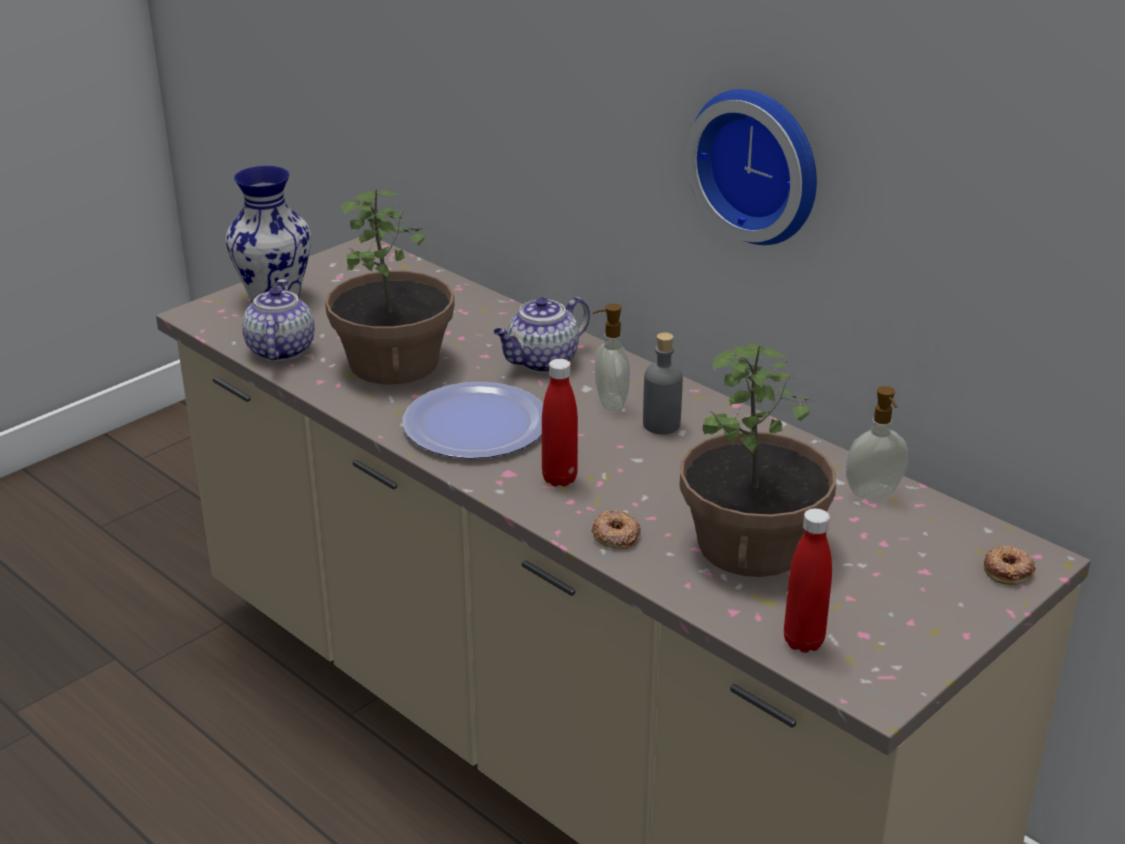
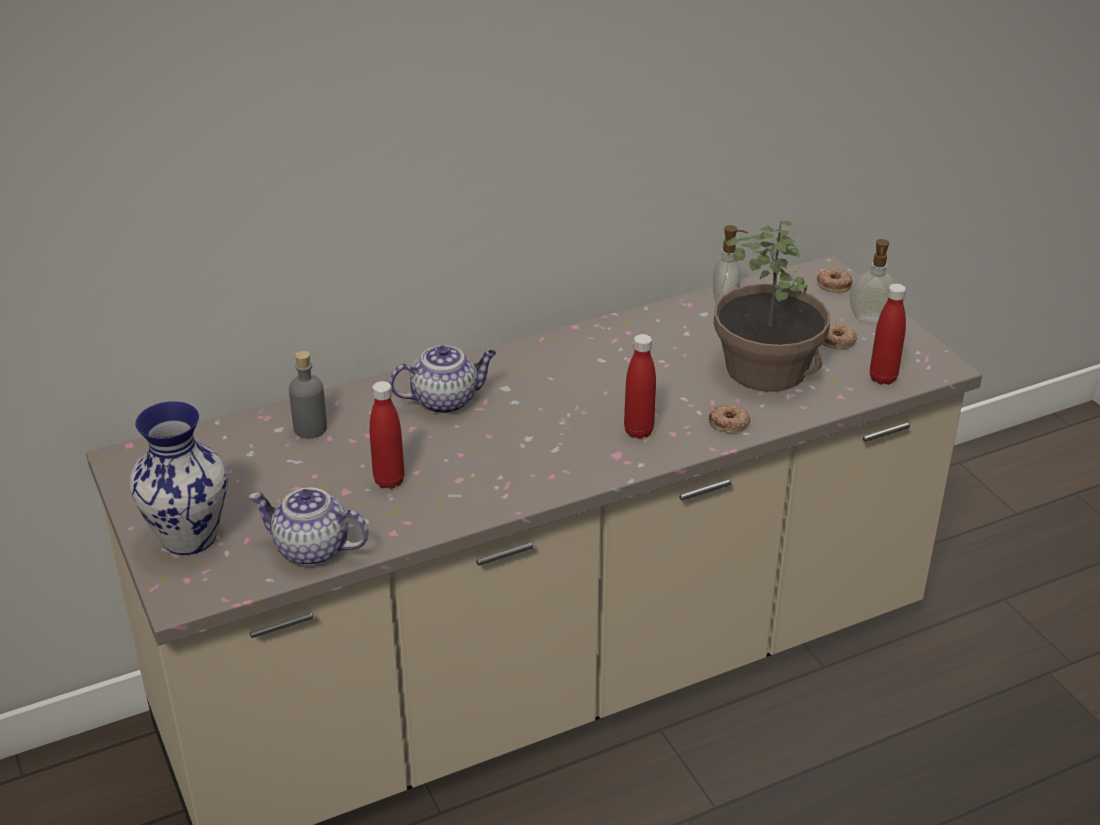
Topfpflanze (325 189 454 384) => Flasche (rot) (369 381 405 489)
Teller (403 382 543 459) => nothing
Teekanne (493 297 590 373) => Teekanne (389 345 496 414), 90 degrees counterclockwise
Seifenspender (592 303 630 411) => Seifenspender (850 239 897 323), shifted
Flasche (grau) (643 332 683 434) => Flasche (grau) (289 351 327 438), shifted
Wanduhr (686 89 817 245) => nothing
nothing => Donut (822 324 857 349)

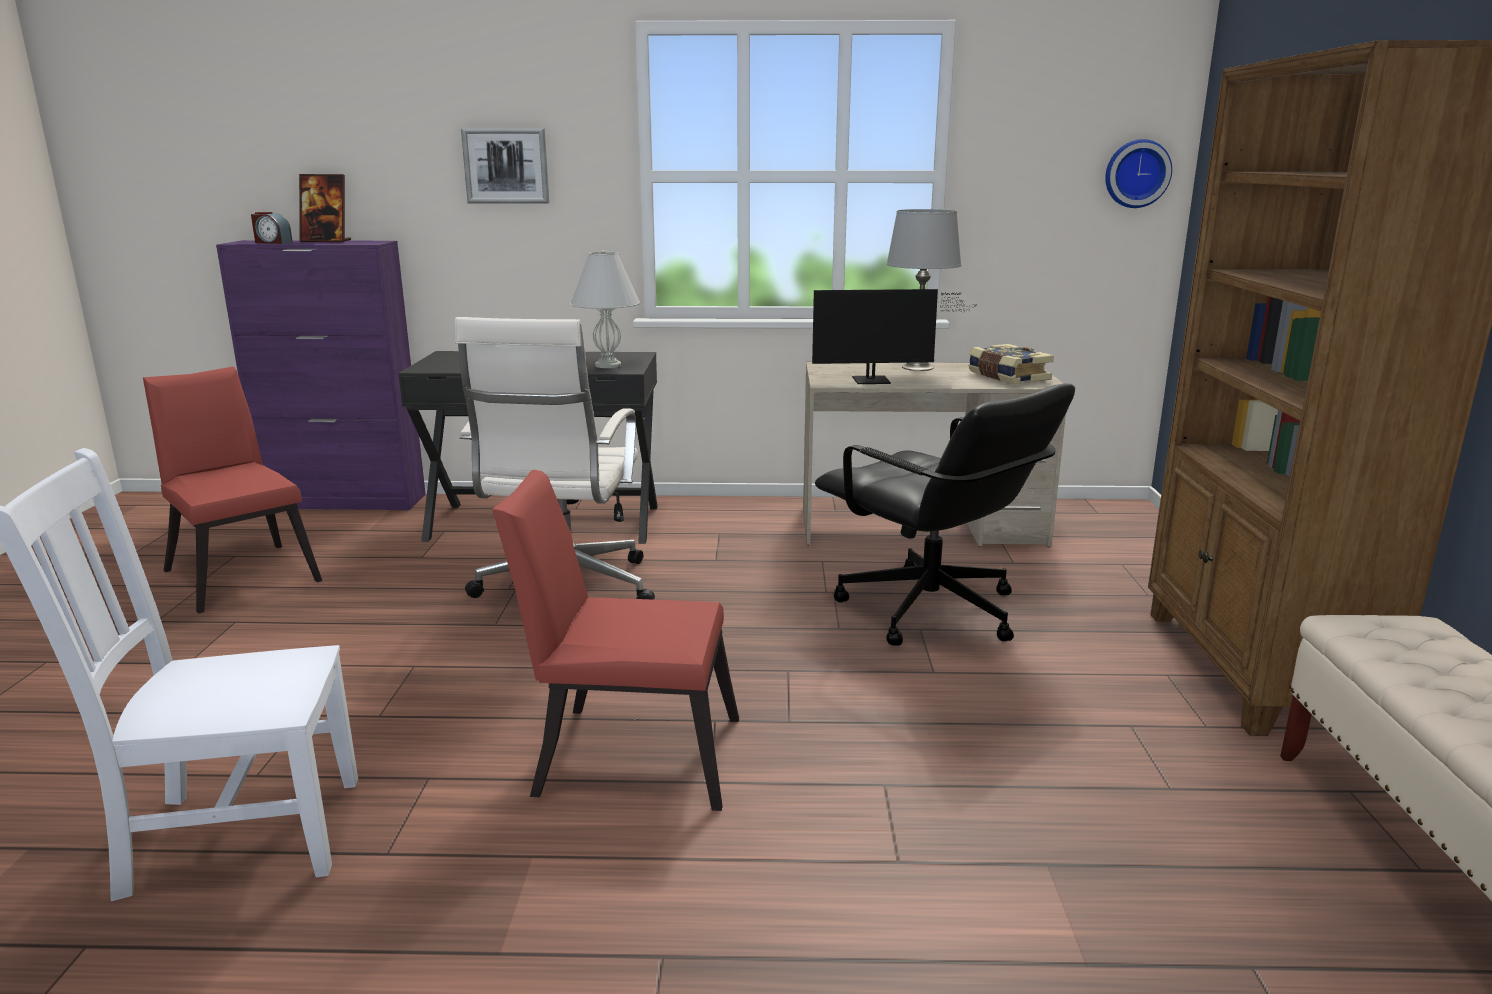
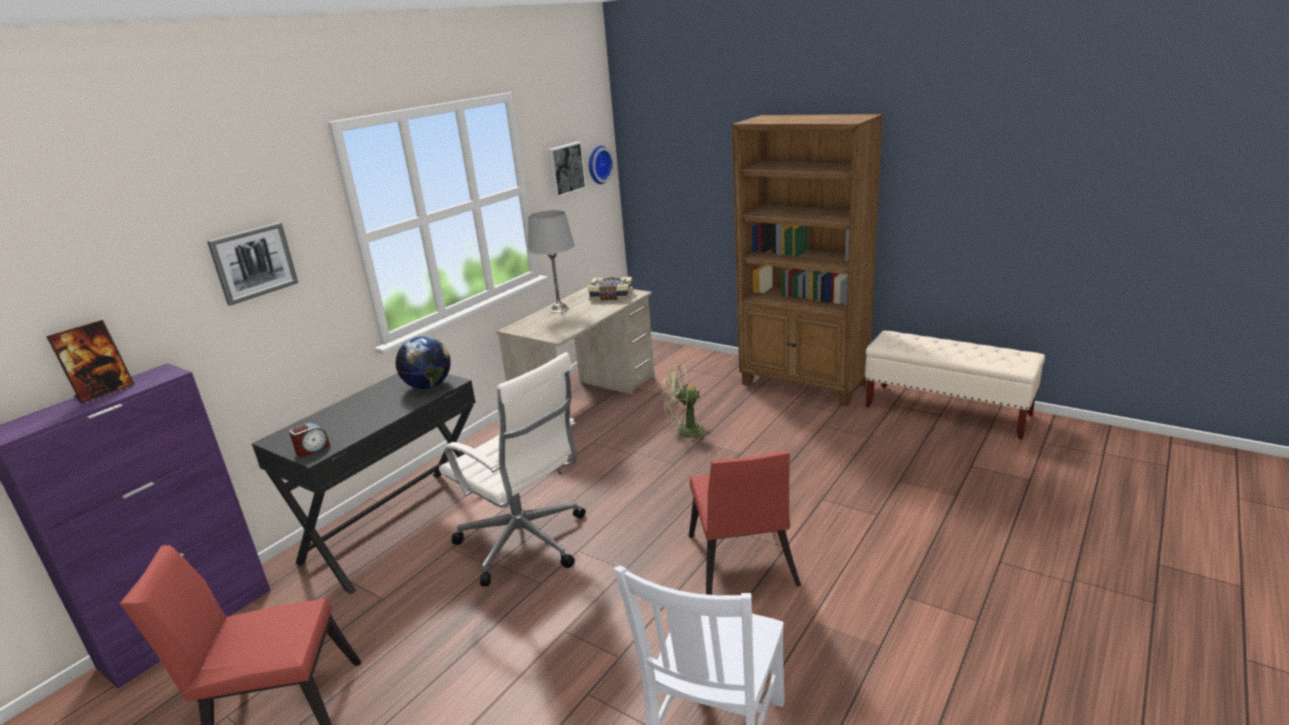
Wecker (251 212 293 244) => Wecker (289 423 330 457), shifted
Stuhl (rot) (492 470 739 811) => Stuhl (rot) (689 451 801 595), 45 degrees counterclockwise
Tischlampe (weiß) (570 250 640 368) => Globus (395 336 451 389)
Monitor (812 289 970 384) => nothing
Bürostuhl (schwarz) (815 383 1075 646) => Ventilator (grün) (663 365 713 443)
nothing => Bild (547 142 586 197)

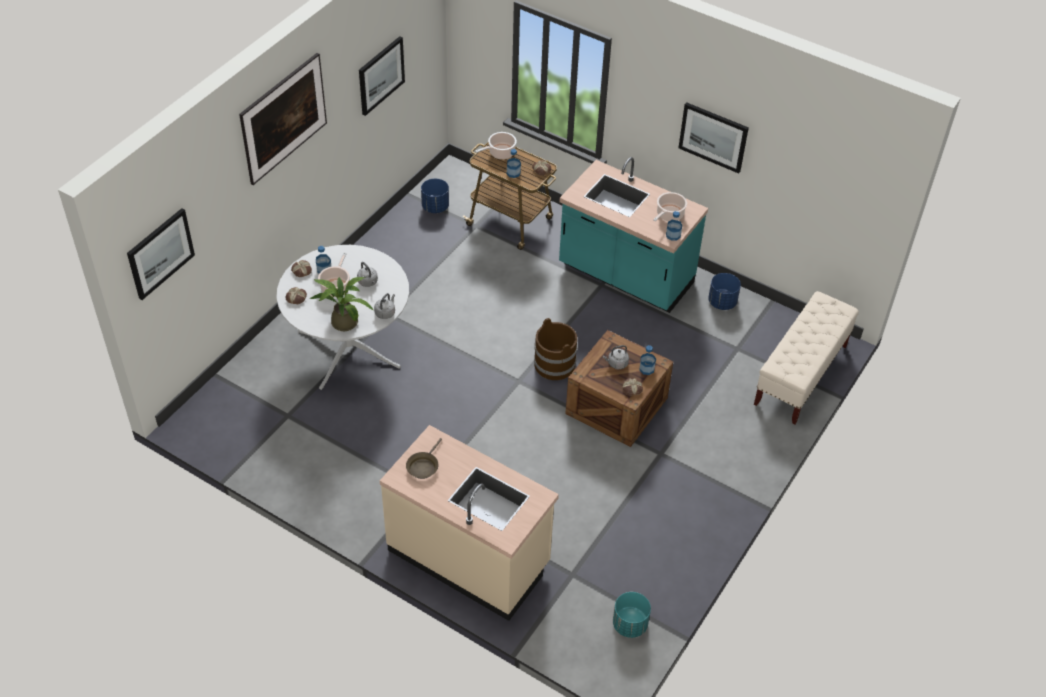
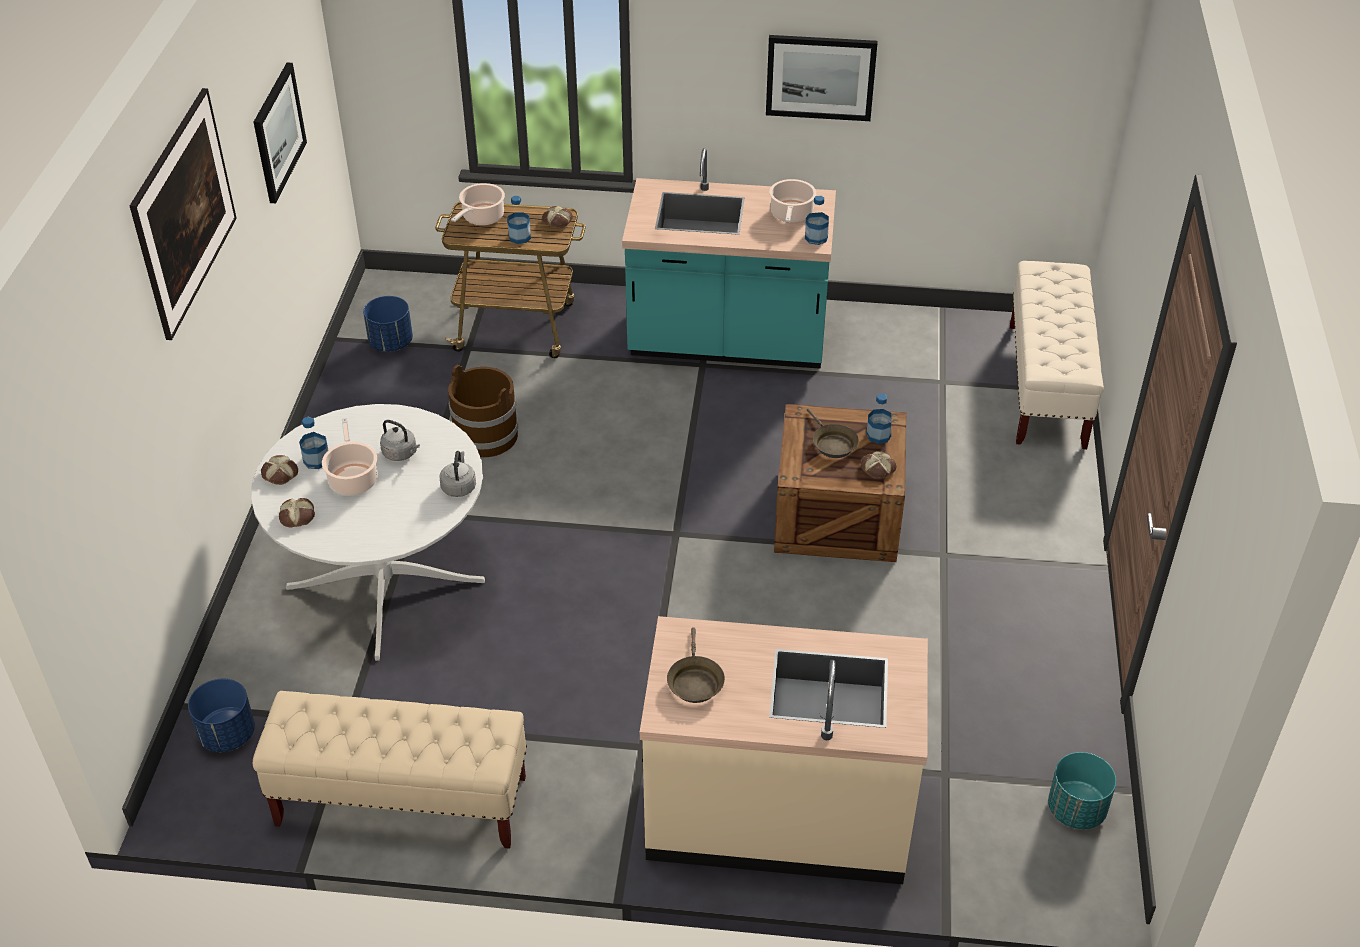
Bild (127 208 195 300) => nothing
Topfpflanze (310 277 374 331) => nothing
Eimer (braun) (534 318 578 380) => Eimer (braun) (448 365 518 457), shifted
Wasserkessel (grau) (603 345 629 369) => Pfanne (braun) (807 408 859 458)
Pflanzkübel (blau) (708 273 741 310) => Pflanzkübel (blau) (188 679 255 752), shifted
nothing => Bank (beige) (253 691 527 849)

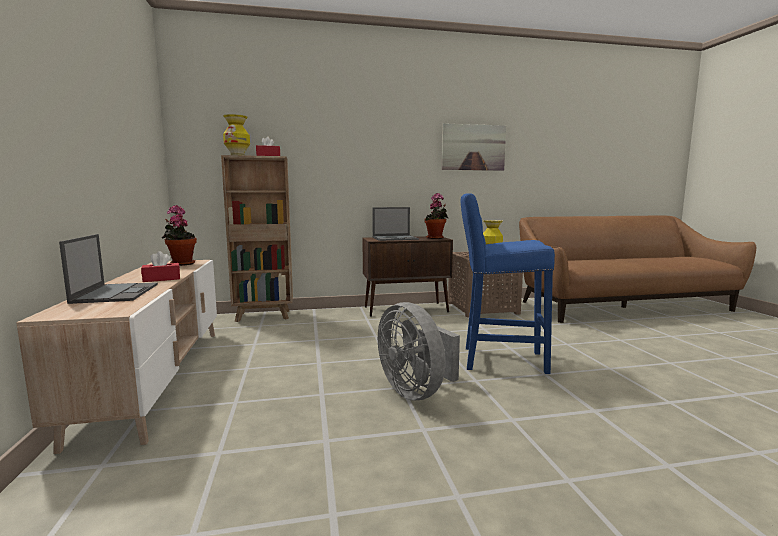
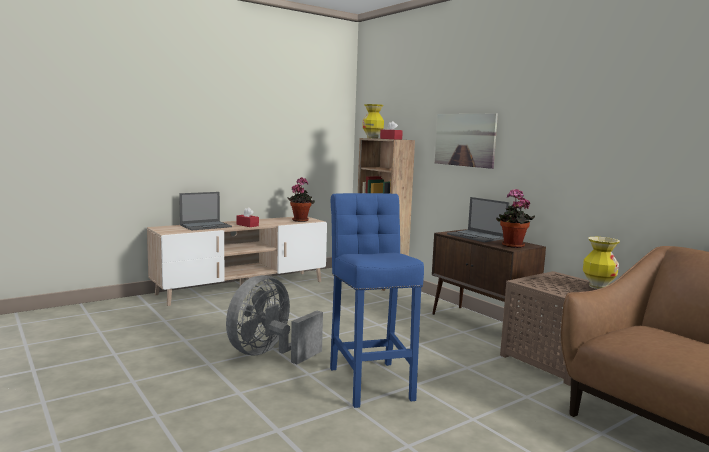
Bild (442 123 506 171) => Bild (435 113 498 169), shifted

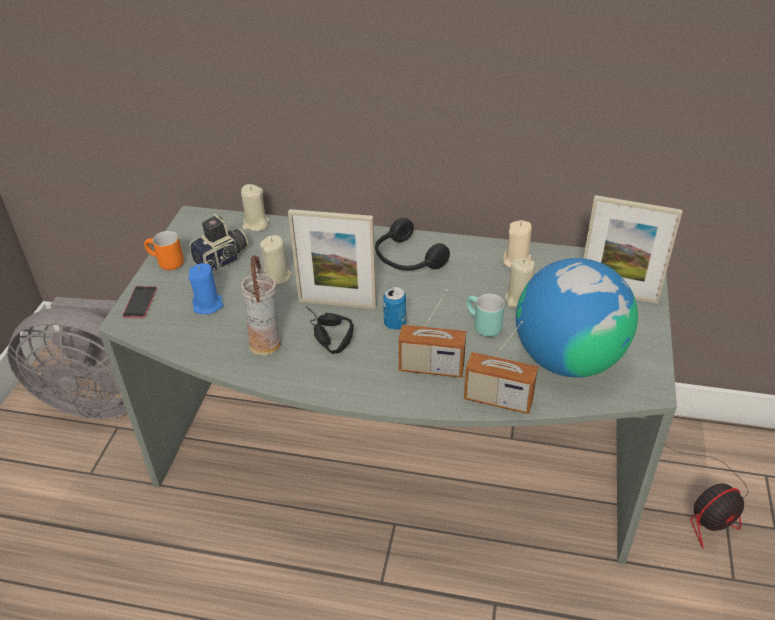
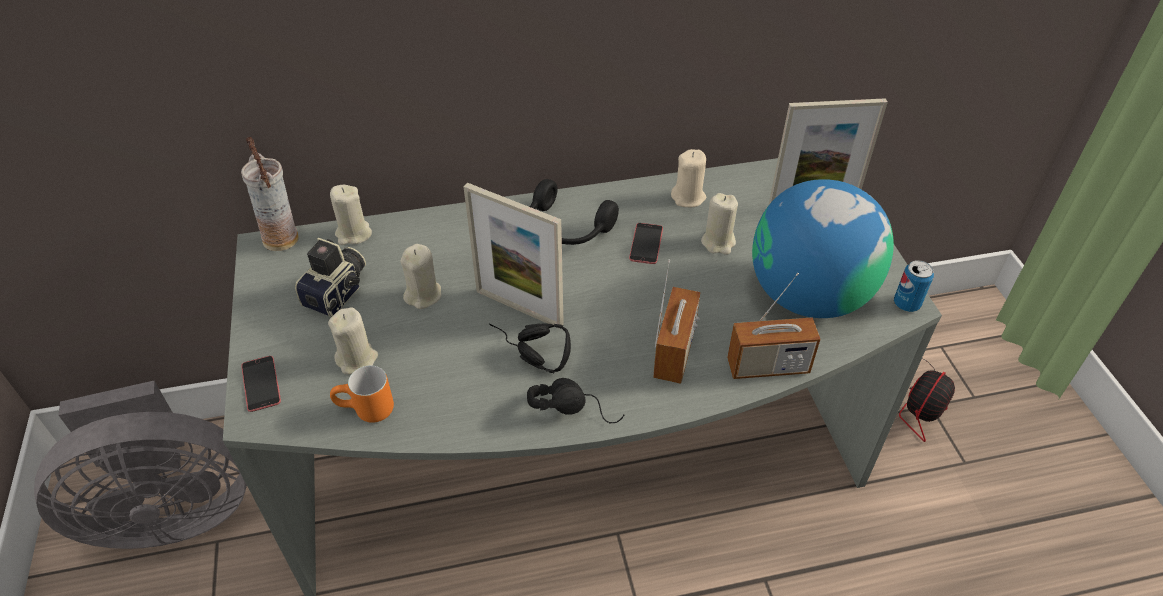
Henkelbecher (orange) (144 231 184 270) => Henkelbecher (orange) (330 365 394 423), shifted
Kerze (blau) (188 263 224 314) => Kerze (beige) (328 307 378 374)
Vase (241 255 281 356) => Vase (241 137 299 251), shifted
Bilderrahmen (288 209 377 309) => Bilderrahmen (463 183 564 329), 45 degrees clockwise
Dose (383 287 406 330) => Dose (894 260 934 312), shifted
Radio (398 289 466 378) => Radio (653 259 700 384), 60 degrees counterclockwise
Henkelbecher (türkis) (466 294 505 337) => nothing
nothing => Kopfhörer (schwarz) (527 378 625 423)
nothing => Handy (629 223 663 264)

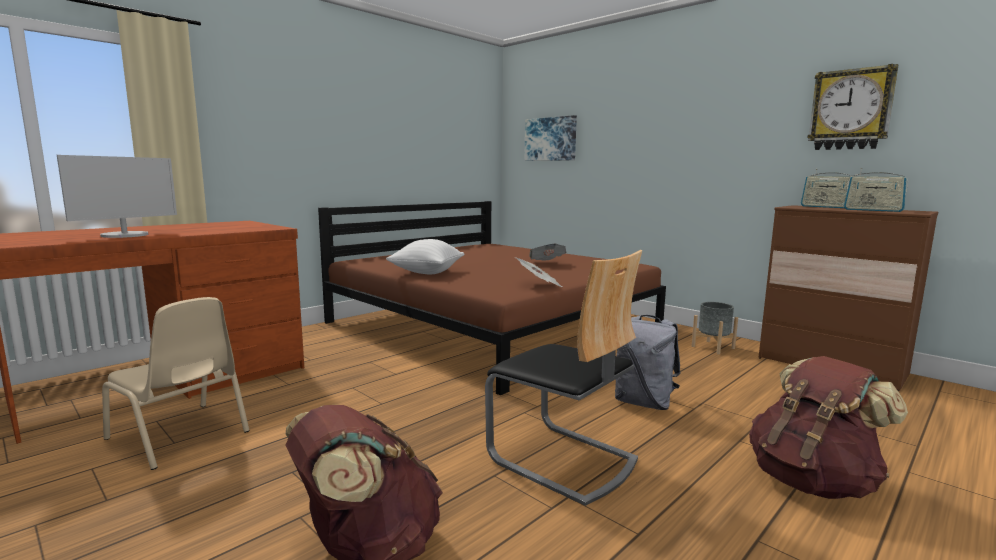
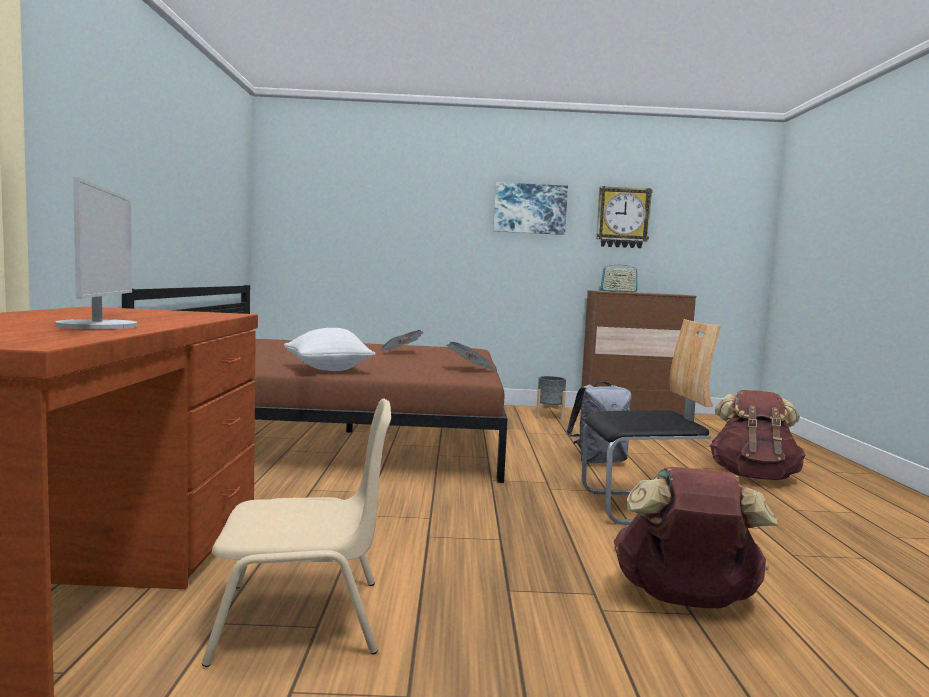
Bild (524 115 577 161) => Bild (493 182 568 235), shifted
Radio (844 168 908 212) => nothing

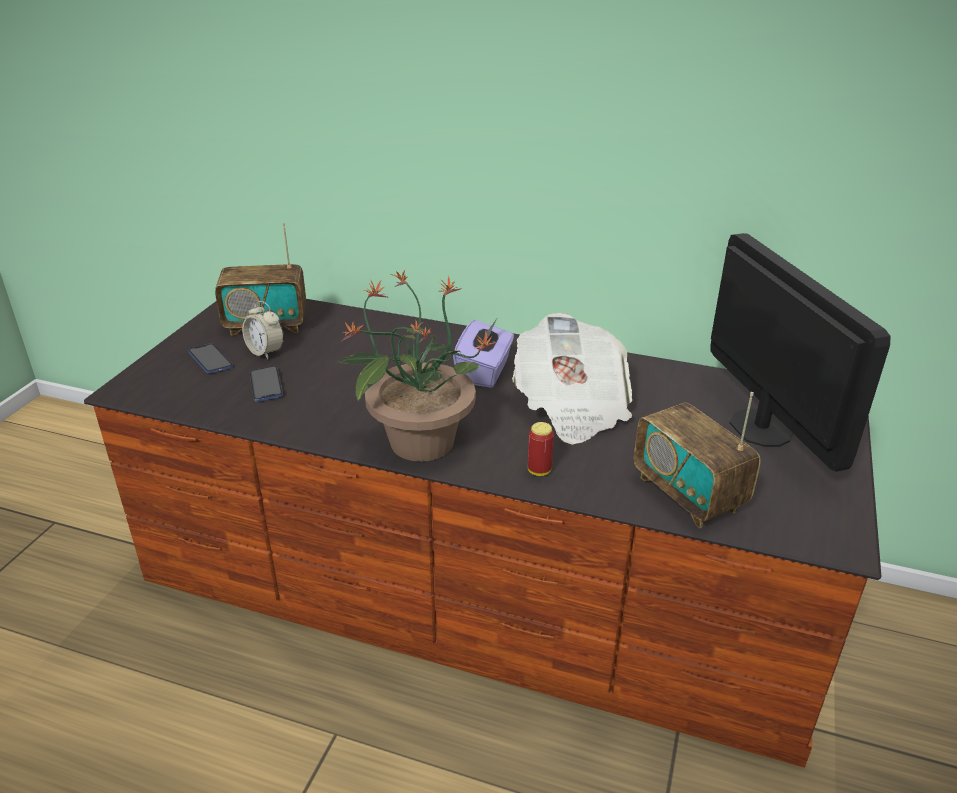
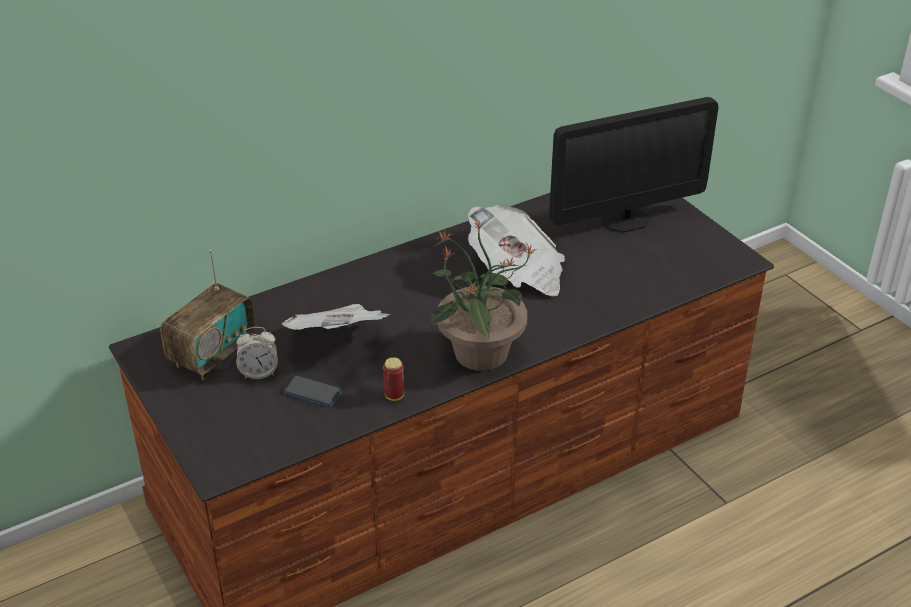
Handy (188 344 233 373) => nothing
Taschentuchbox (lila) (453 319 514 388) => nothing
Dose (528 422 554 476) => Dose (383 357 404 401), shifted
Radio (634 392 761 528) => nothing
Monitor (710 233 891 472) => Monitor (550 97 718 233), 135 degrees clockwise
nothing => Zeitung (282 304 390 330)

